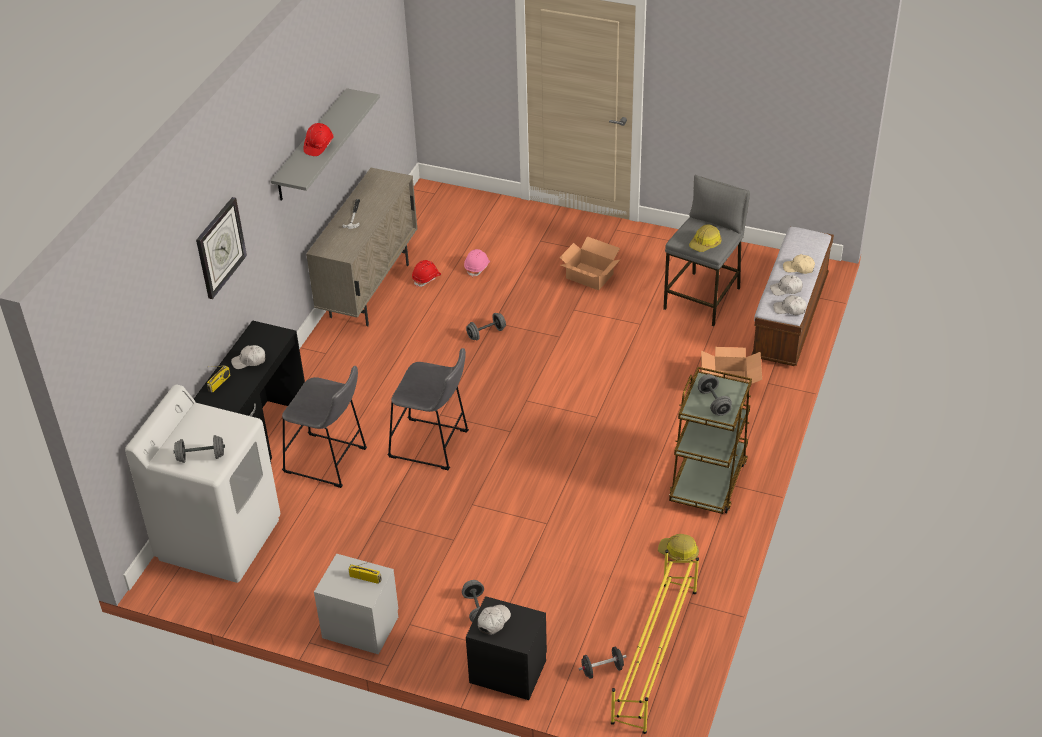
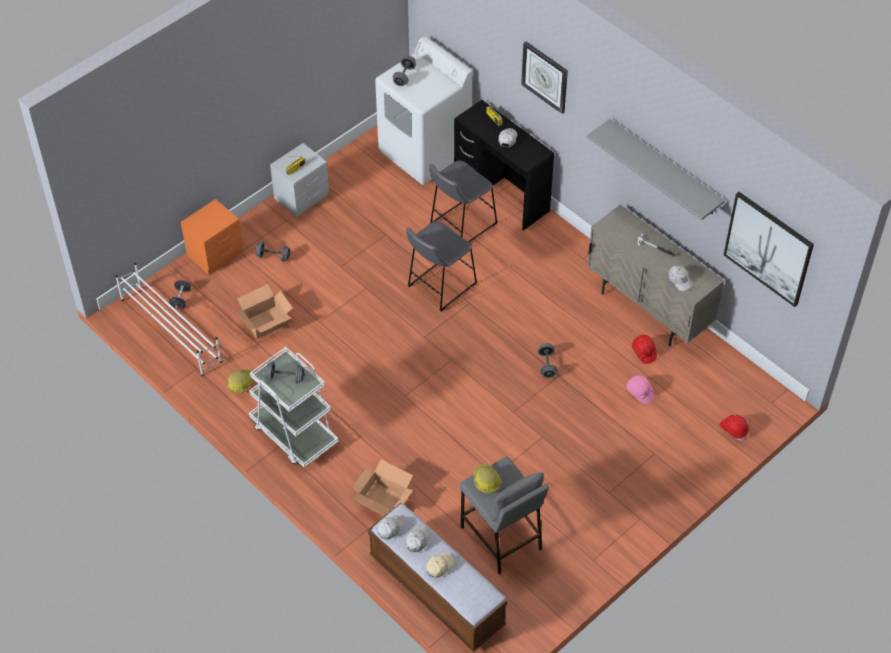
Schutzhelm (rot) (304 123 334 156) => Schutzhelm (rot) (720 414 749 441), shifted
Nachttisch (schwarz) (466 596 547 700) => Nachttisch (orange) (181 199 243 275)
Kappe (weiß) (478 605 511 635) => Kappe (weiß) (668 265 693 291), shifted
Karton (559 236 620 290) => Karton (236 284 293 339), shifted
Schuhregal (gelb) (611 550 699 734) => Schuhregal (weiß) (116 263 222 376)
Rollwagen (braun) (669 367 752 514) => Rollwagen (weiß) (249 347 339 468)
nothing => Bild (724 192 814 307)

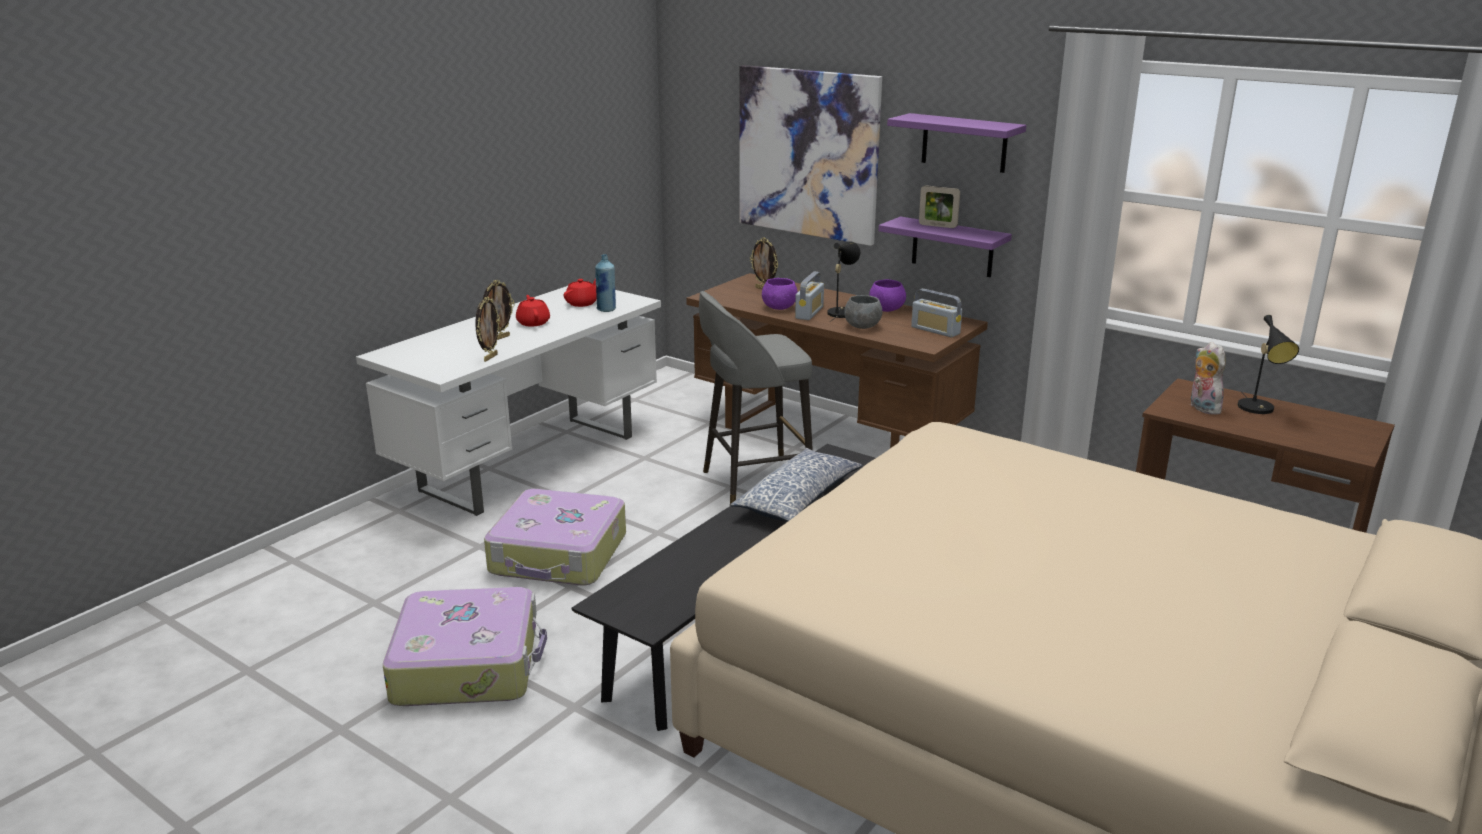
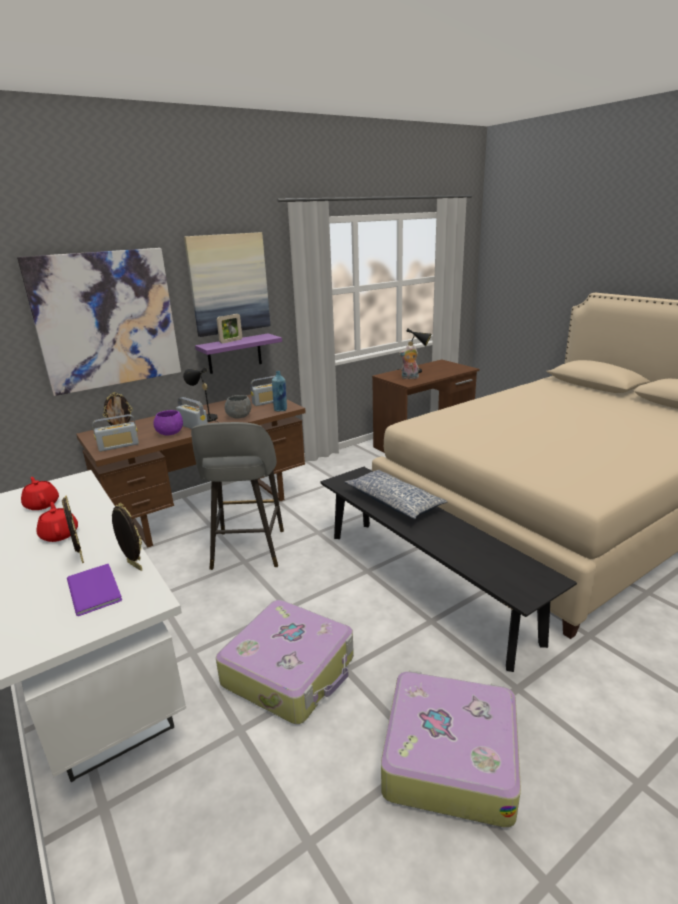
Teekanne (rot) (516 295 550 327) => Teekanne (rot) (36 502 78 542), 60 degrees clockwise
Flasche (blau) (595 254 616 312) => Flasche (blau) (272 371 287 412), shifted
Schüssel (lila) (869 279 906 312) => nothing
Wandregal (lila) (887 113 1026 173) => Bild (184 232 270 337)
nothing => Buch (lila) (67 564 122 616)
nothing => Radio (92 414 139 452)

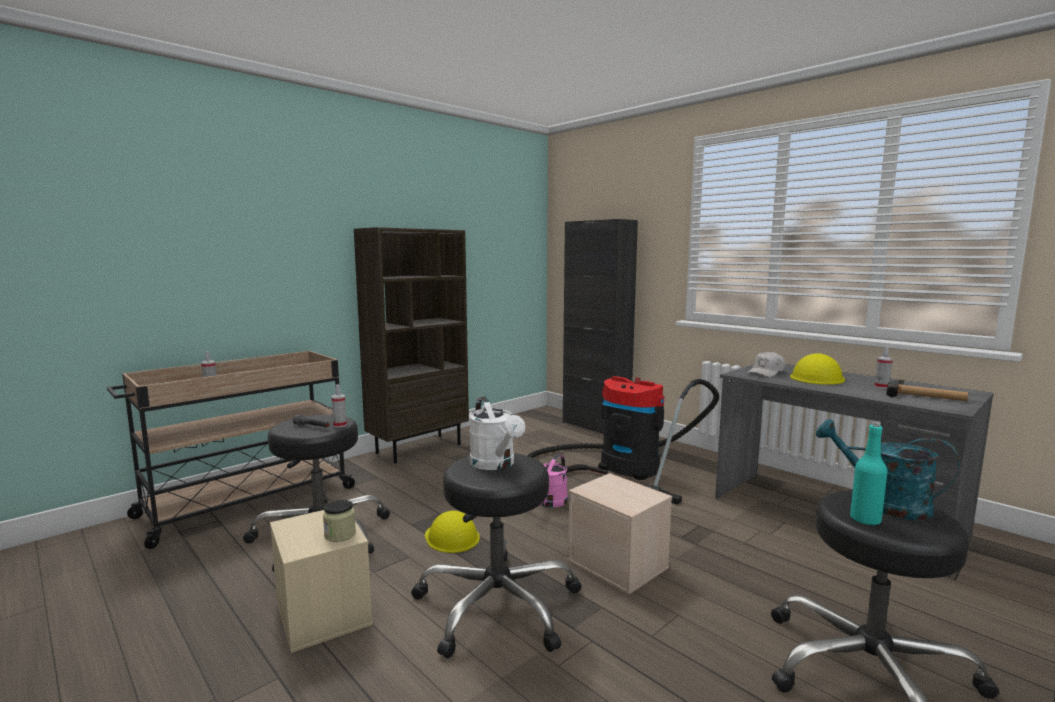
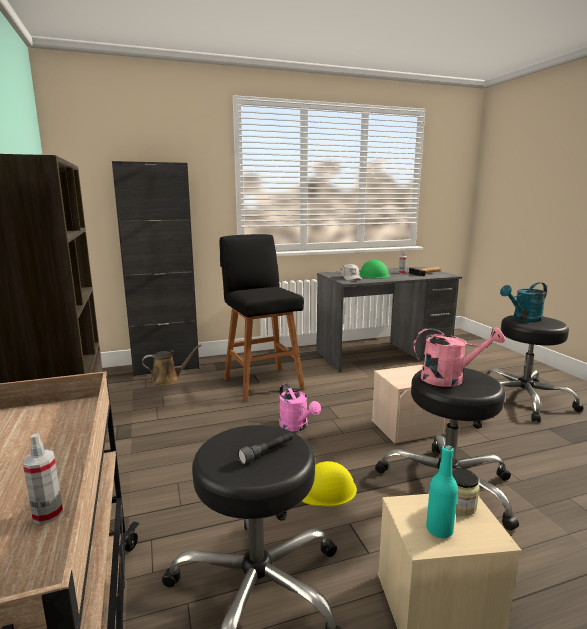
Sprühflasche (332 385 347 428) => nothing
Gießkanne (weiß) (469 396 525 470) => Gießkanne (rosa) (413 327 505 387)
Staubsauger (527 376 719 505) => Hocker (schwarz) (220 234 305 402)
Schutzhelm (gelb) (790 354 845 385) => Schutzhelm (grün) (359 260 390 279)
Flasche (türkis) (850 424 888 525) => Flasche (türkis) (426 445 458 538), shifted
nothing => Gießkanne (braun) (142 344 201 385)

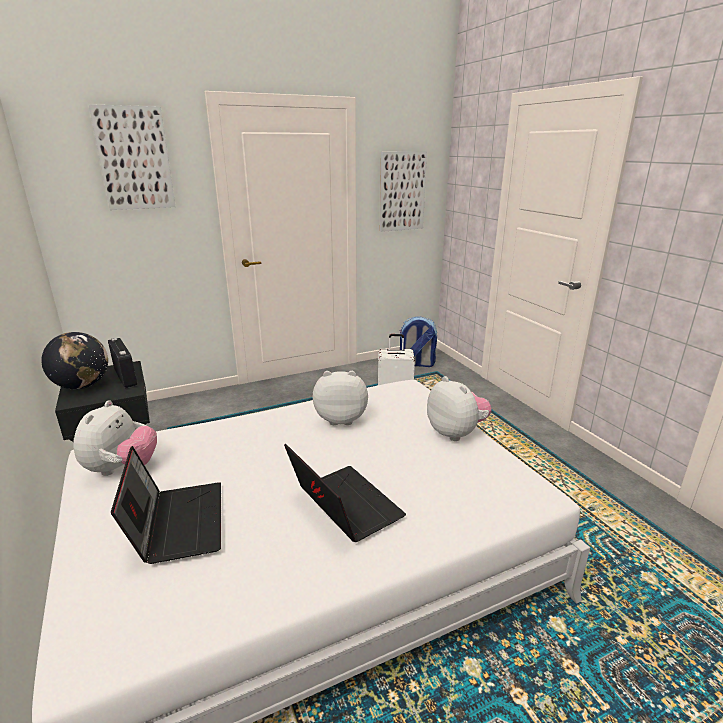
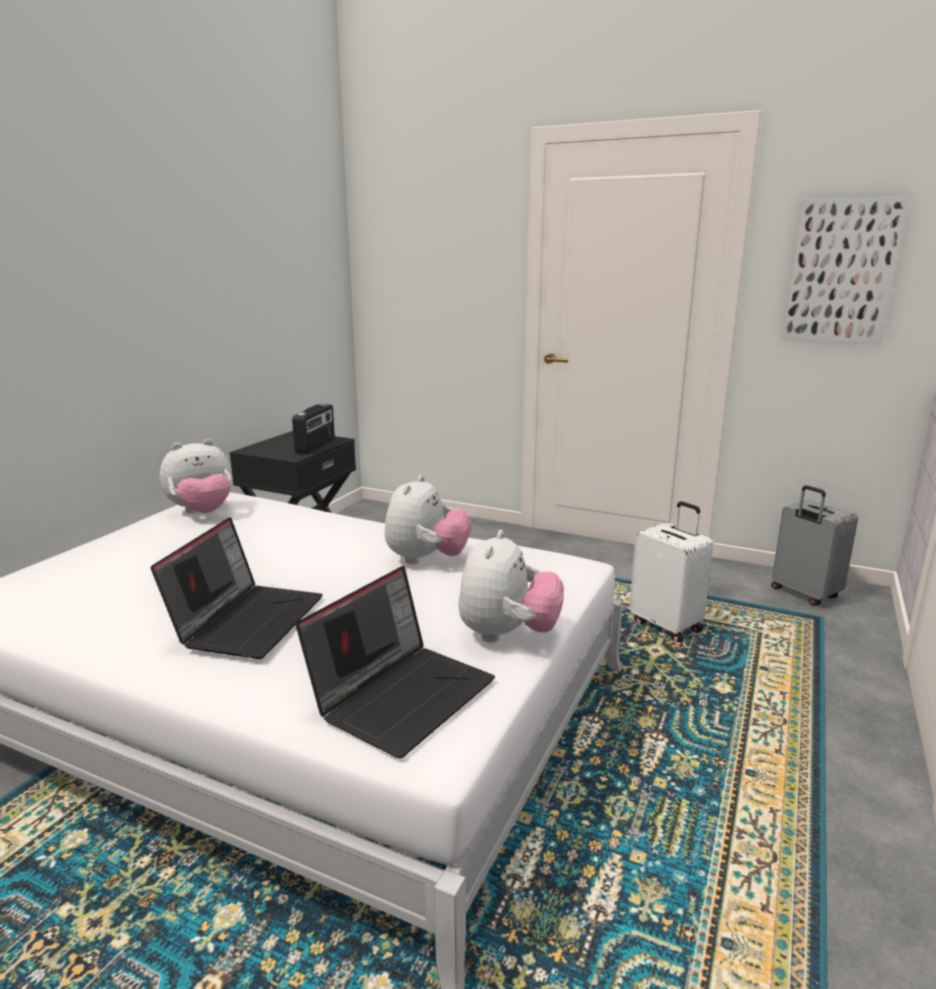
Globus (41 332 108 389) => nothing
Bild (88 104 176 210) => nothing
Laptop (111 446 221 564) => Laptop (296 566 495 758), shifted
Plüschtier (313 371 368 425) => Plüschtier (385 475 472 564), 60 degrees clockwise
Rucksack (399 316 437 367) => Koffer (grau) (771 485 858 606)

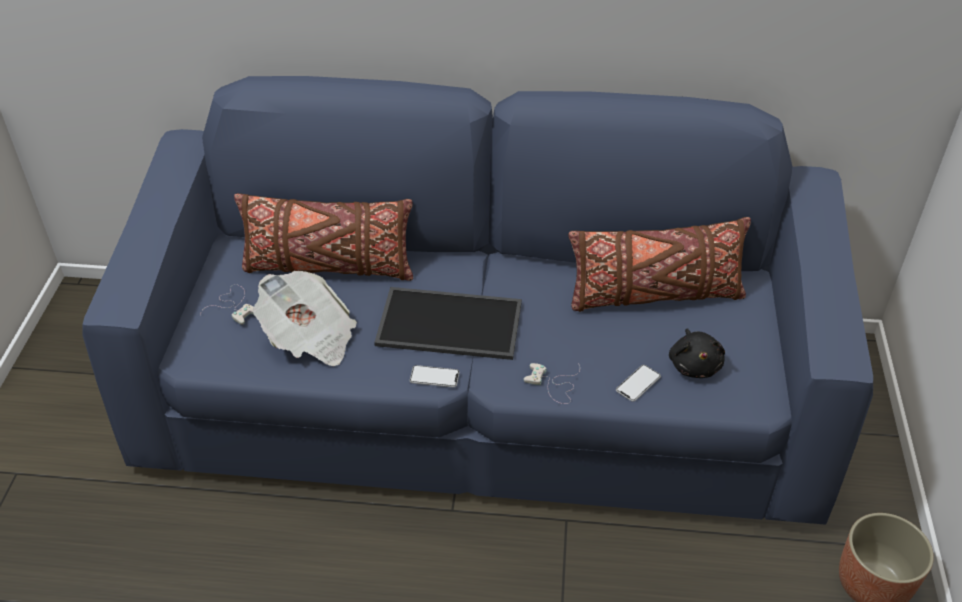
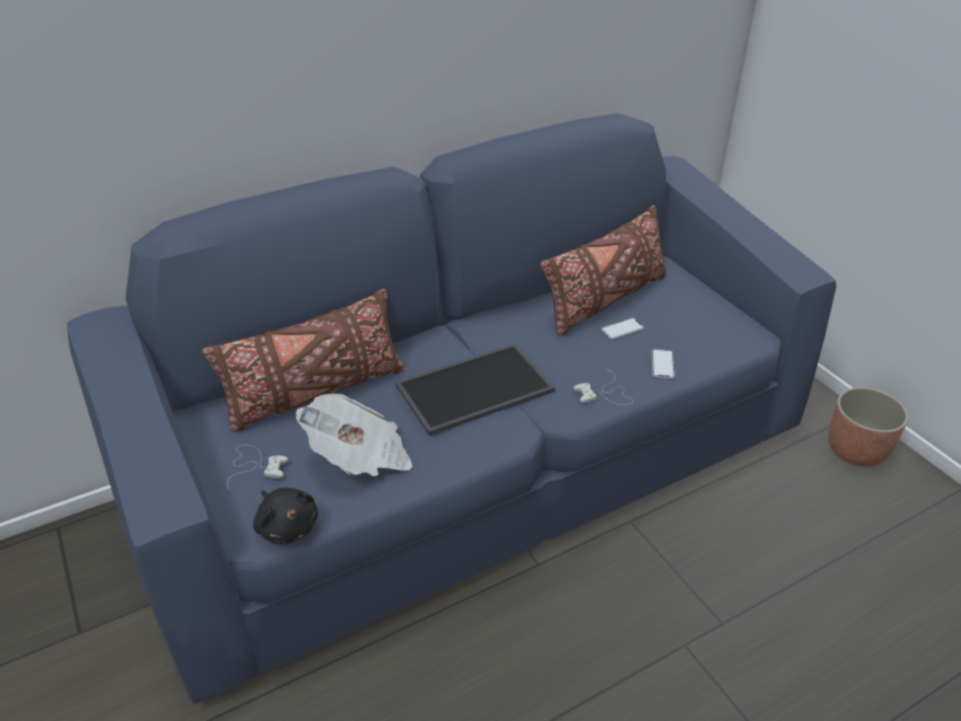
Handy (410 365 460 387) => Handy (601 318 645 340), shifted
Plüschtier (schwarz) (669 328 725 378) => Plüschtier (schwarz) (253 488 318 545), shifted

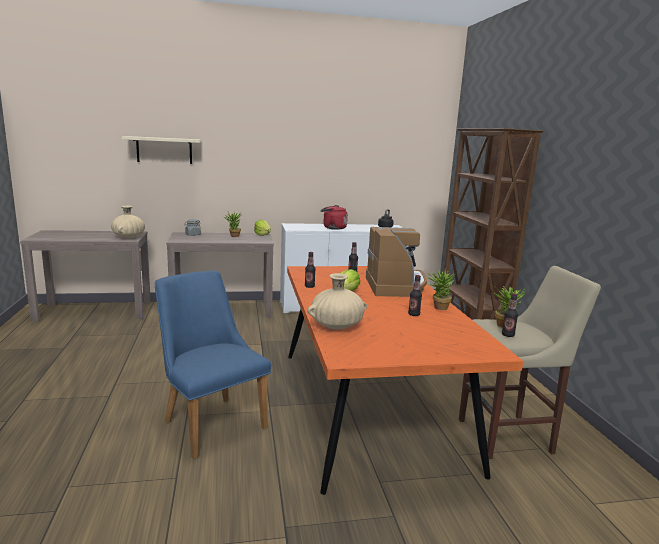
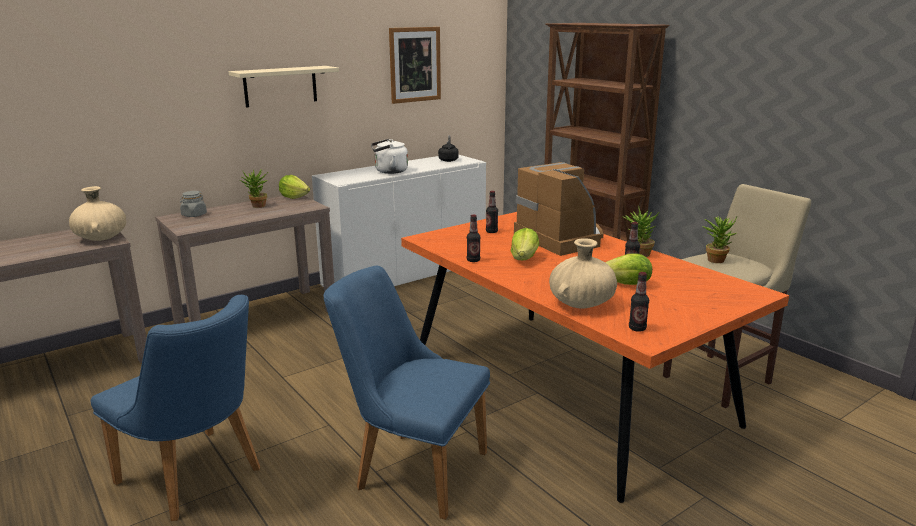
Wandregal (beige) (122 136 201 164) => Wandregal (beige) (229 66 339 108), shifted
Wasserkessel (rot) (321 205 348 230) => Wasserkessel (weiß) (371 139 408 174)
Flasche (502 293 518 337) => Flasche (629 272 649 332), shifted
nothing => Stuhl (blau) (90 295 260 521)
nothing => Bild (389 27 441 104)
nothing => Salatkopf (605 254 652 285)

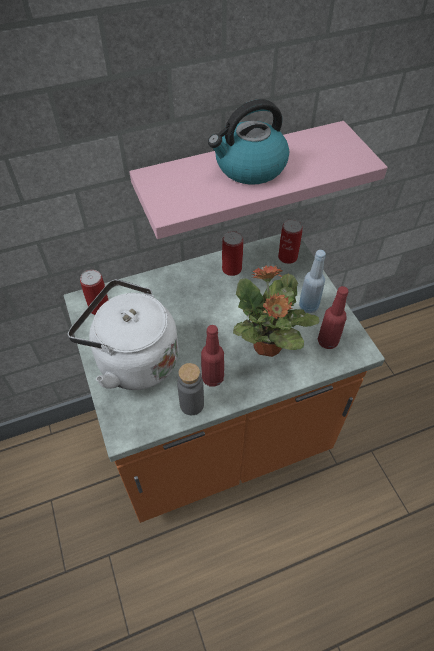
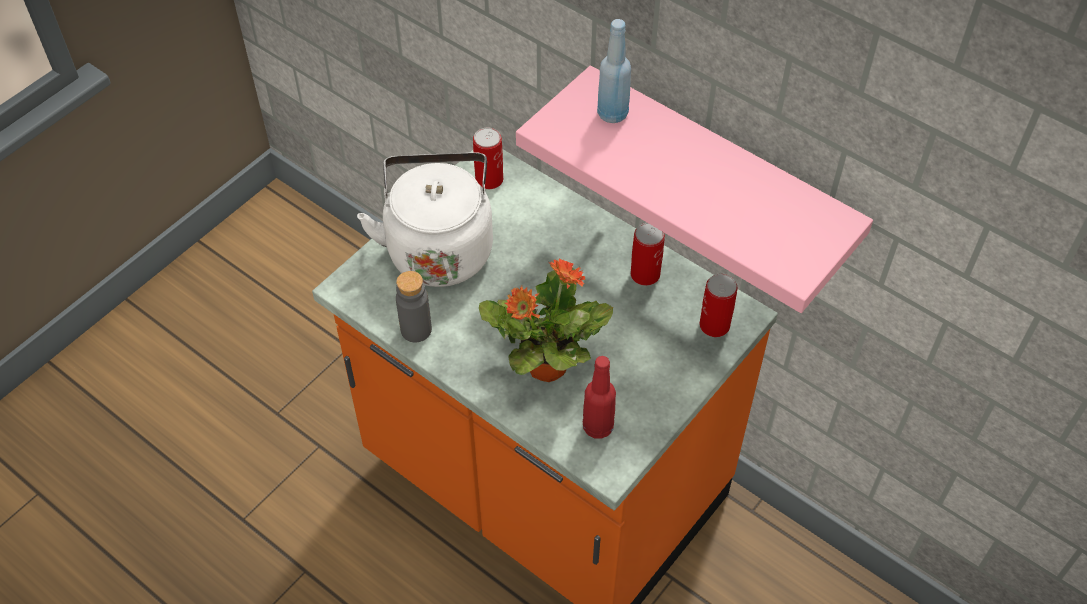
Flasche (rot) (201 325 224 387) => nothing
Wasserkessel (208 99 289 185) => nothing
Flasche (blau) (299 250 326 313) => Flasche (blau) (597 19 631 123), shifted

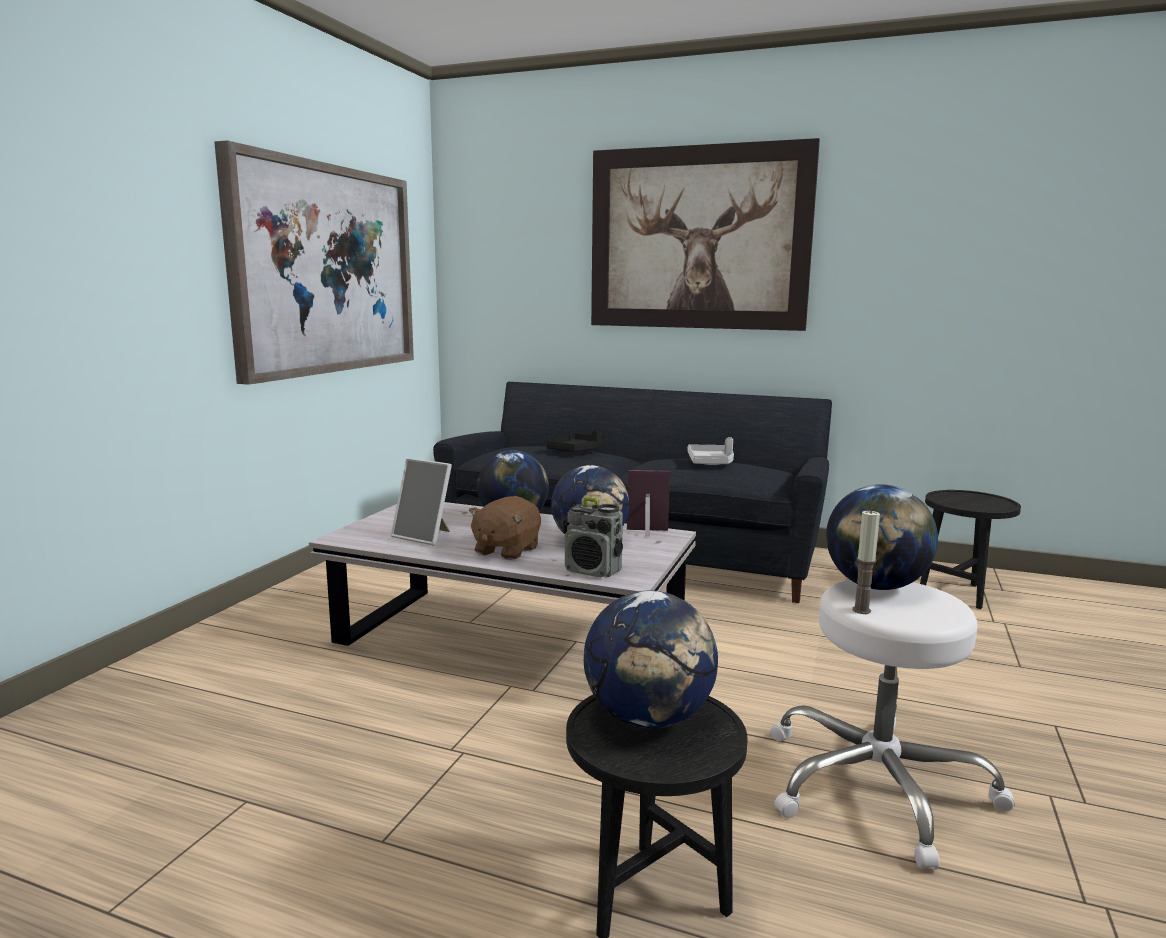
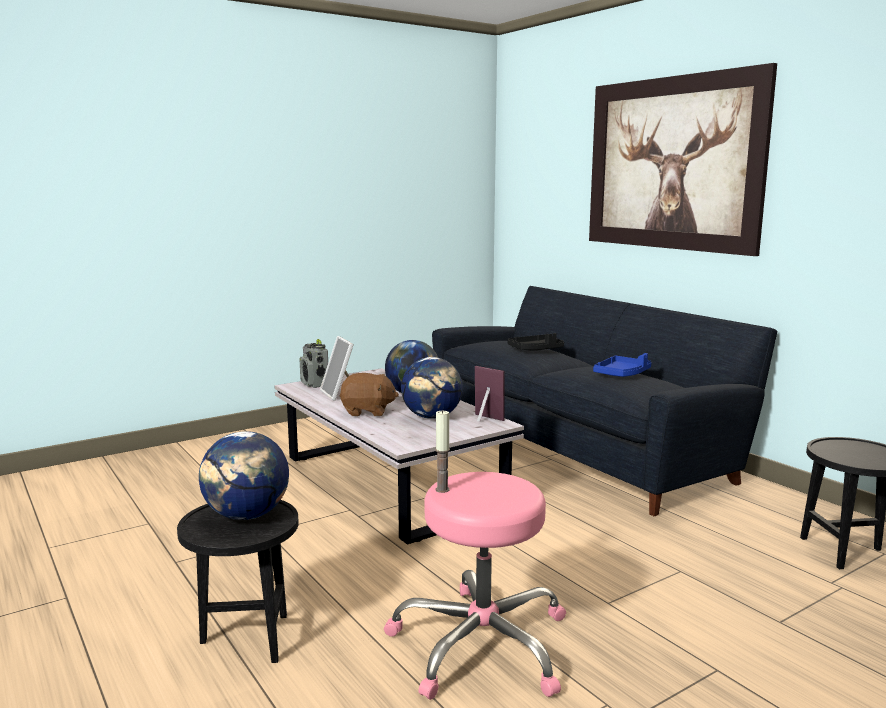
Bild (214 140 414 385) => nothing
Plüschtier (braun) (469 496 541 560) => Plüschtier (braun) (339 373 399 416), 150 degrees counterclockwise
Radio (565 497 623 577) => Radio (299 339 328 388), shifted
Tablett (grau) (687 437 734 465) => Tablett (blau) (593 353 651 377)
Hocker (weiß) (770 580 1015 870) => Hocker (rosa) (384 472 566 700)
Globus (826 484 938 590) => nothing

